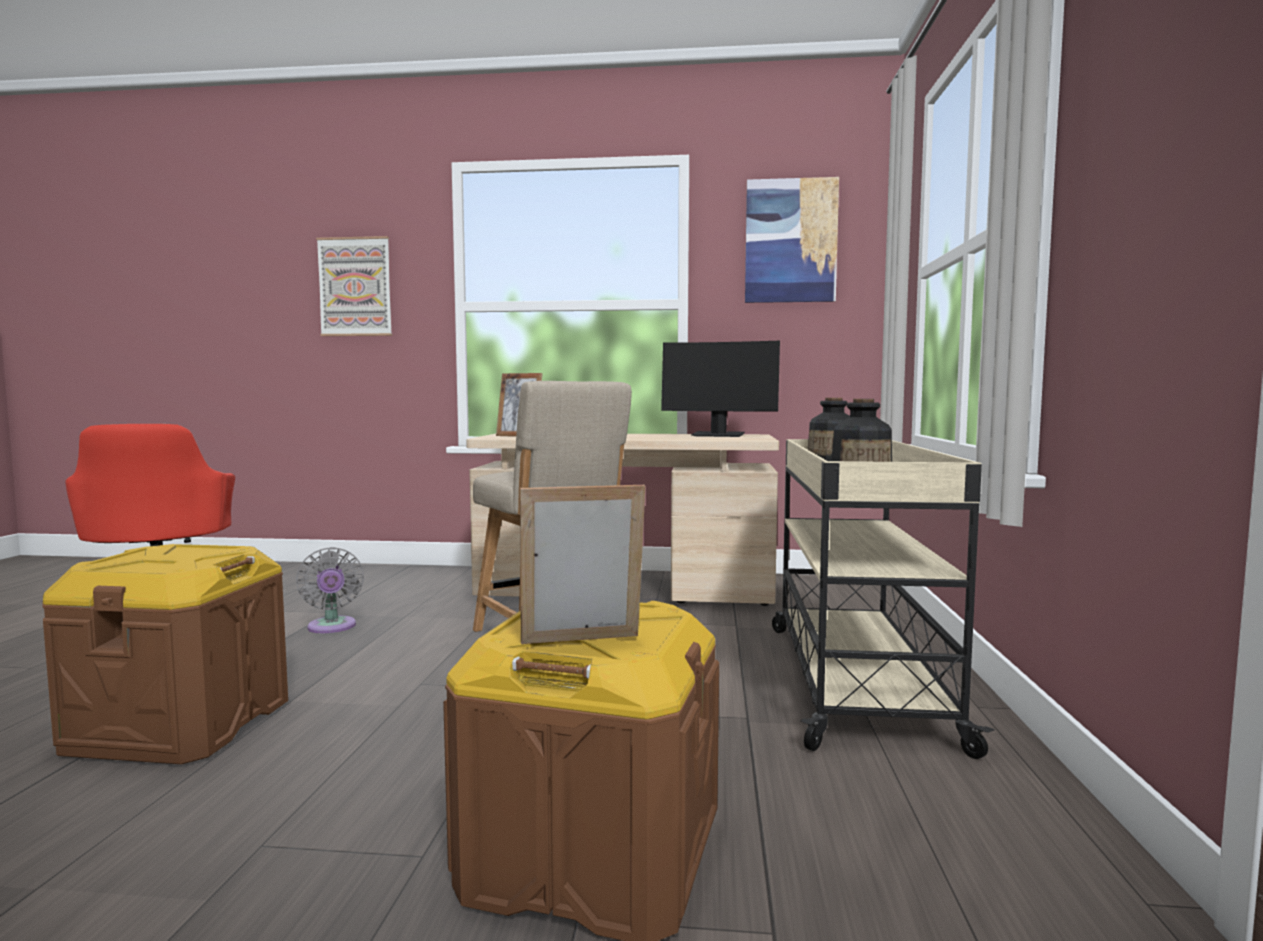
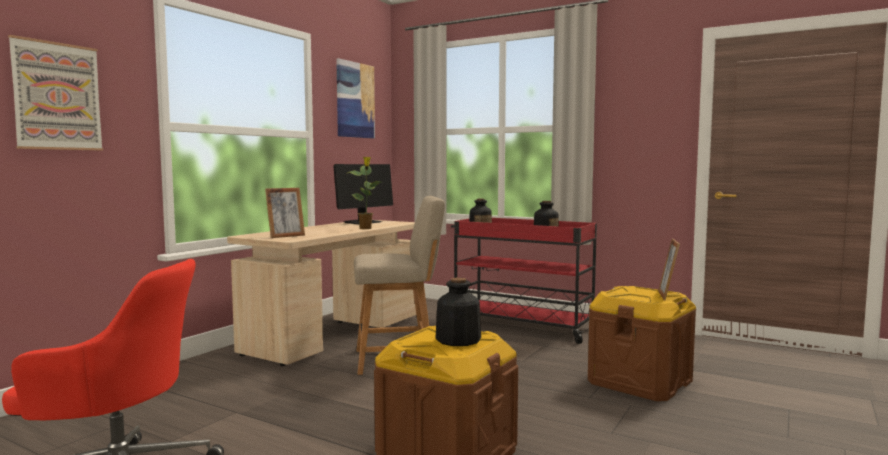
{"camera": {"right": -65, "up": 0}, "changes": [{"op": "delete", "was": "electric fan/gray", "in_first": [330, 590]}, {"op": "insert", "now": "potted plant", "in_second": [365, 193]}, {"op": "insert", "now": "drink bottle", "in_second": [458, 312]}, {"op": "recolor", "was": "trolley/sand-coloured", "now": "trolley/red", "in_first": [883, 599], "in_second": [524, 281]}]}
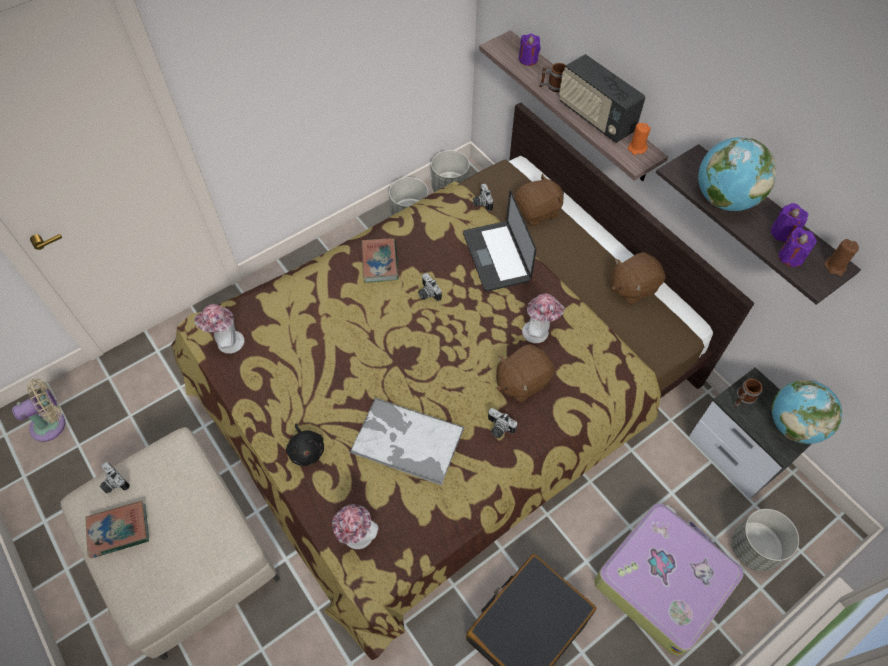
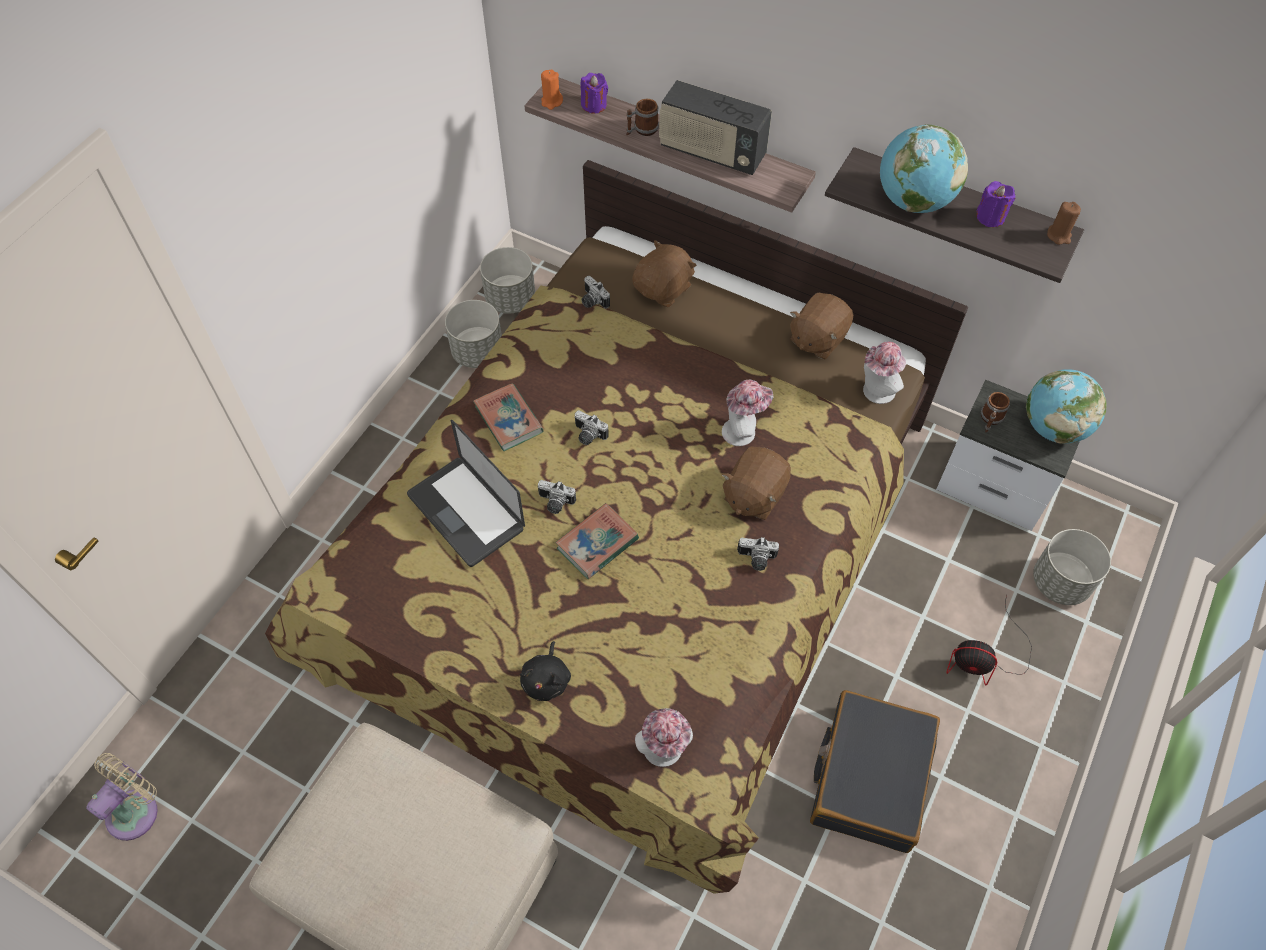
{"camera": {"right": -25, "up": 0}, "changes": [{"op": "delete", "was": "tray", "in_first": [406, 441]}, {"op": "delete", "was": "candle/purplish", "in_first": [798, 247]}, {"op": "move", "was": "book", "in_first": [117, 529], "in_second": [597, 541]}, {"op": "move", "was": "photo camera", "in_first": [114, 478], "in_second": [557, 497]}, {"op": "move", "was": "clothing hat", "in_first": [219, 329], "in_second": [884, 372]}, {"op": "move", "was": "portable computer", "in_first": [499, 241], "in_second": [466, 493]}, {"op": "move", "was": "candle/orange", "in_first": [639, 139], "in_second": [552, 89]}, {"op": "replace", "was": "travel case", "now": "electric fan", "in_first": [669, 579], "in_second": [989, 640]}, {"op": "rotate", "was": "soft toy/black", "in_first": [305, 444], "in_second": [545, 671], "clockwise": 60}]}
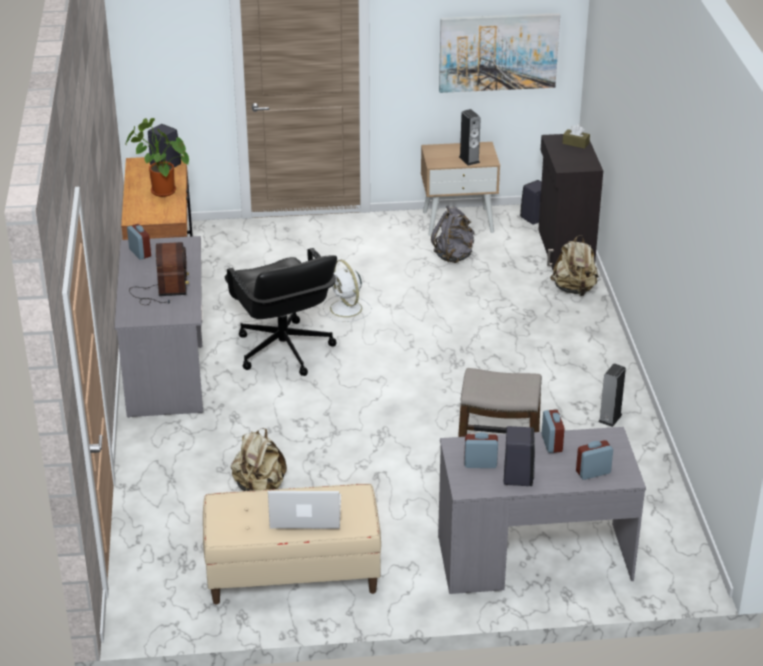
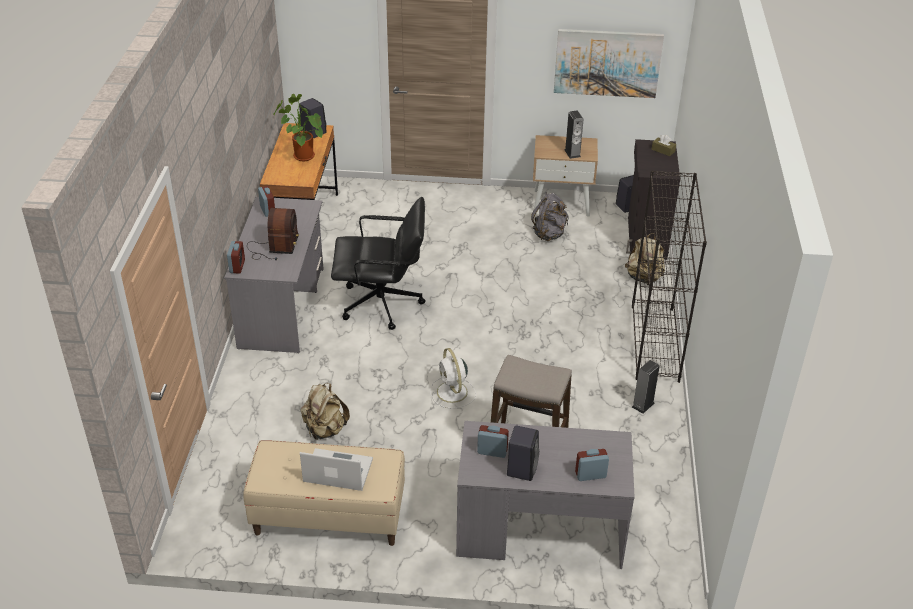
{"camera": {"right": 10, "up": 5}, "changes": [{"op": "insert", "now": "shelving unit/black", "in_second": [669, 277]}, {"op": "move", "was": "electric fan/white-coloured", "in_first": [347, 291], "in_second": [453, 378]}, {"op": "move", "was": "bedside clock", "in_first": [553, 431], "in_second": [236, 257]}, {"op": "rotate", "was": "desk chair/black", "in_first": [281, 312], "in_second": [378, 263], "clockwise": -75}]}
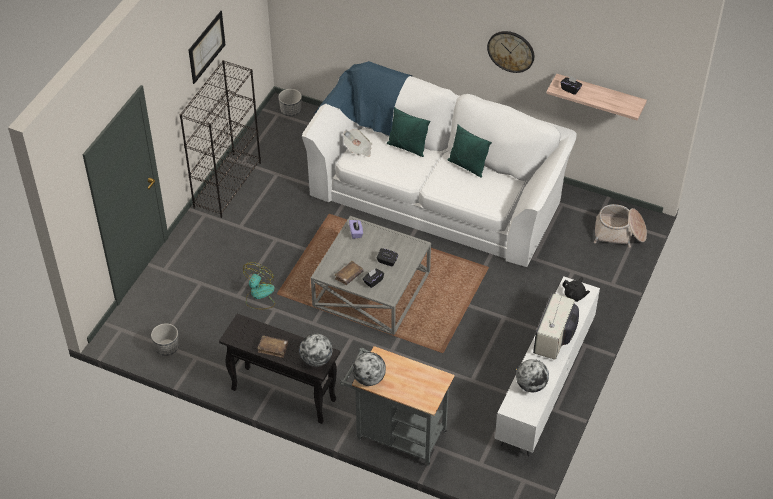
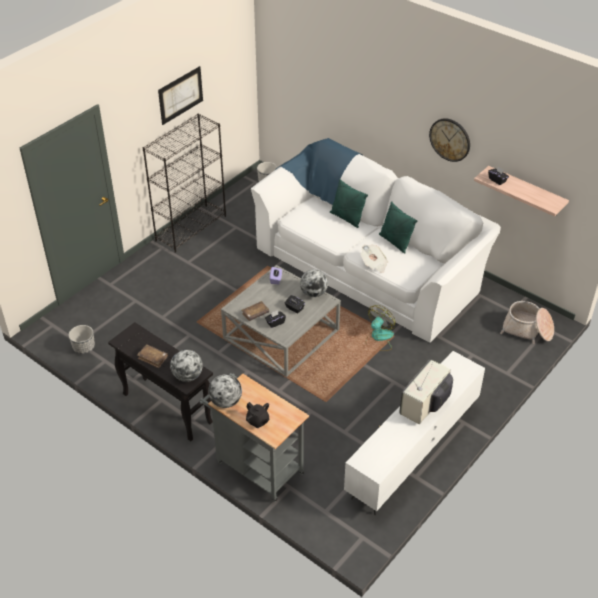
{"camera": {"right": 15, "up": -5}, "changes": [{"op": "move", "was": "electric fan", "in_first": [259, 286], "in_second": [380, 328]}, {"op": "move", "was": "daily paper", "in_first": [357, 143], "in_second": [375, 258]}, {"op": "move", "was": "globe", "in_first": [532, 375], "in_second": [314, 283]}, {"op": "move", "was": "teapot/black", "in_first": [576, 289], "in_second": [258, 415]}]}
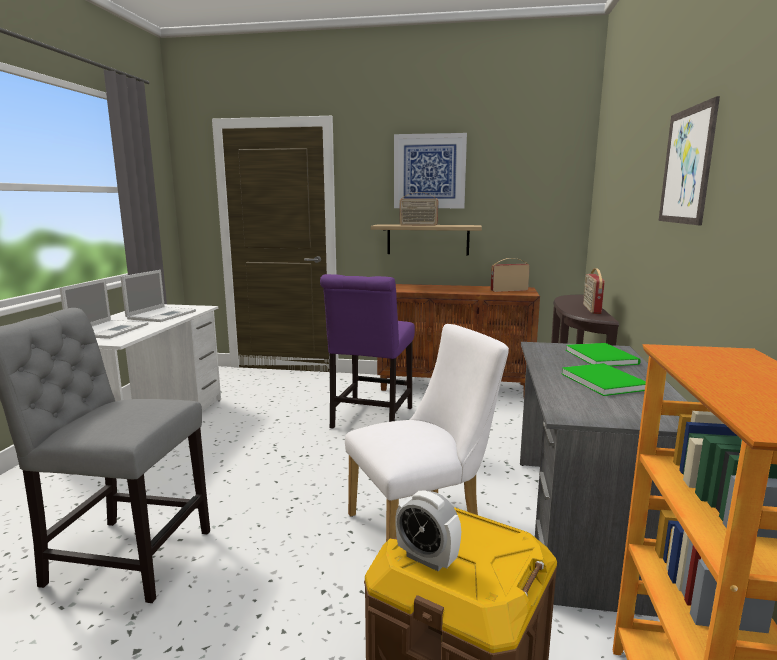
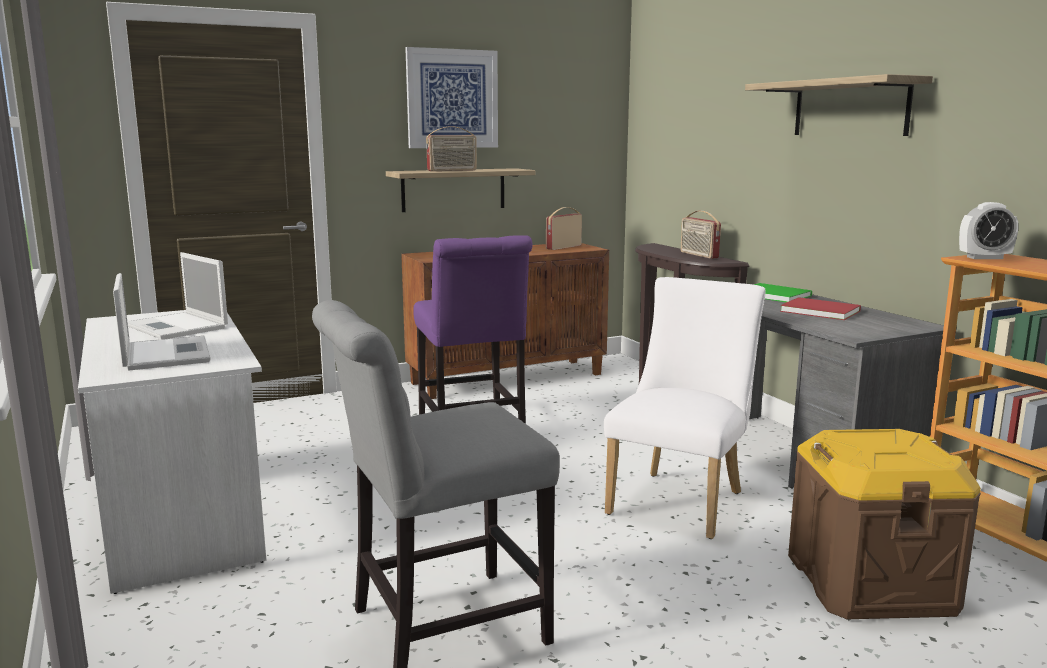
{"camera": {"right": -35, "up": 0}, "changes": [{"op": "move", "was": "bedside clock", "in_first": [428, 530], "in_second": [988, 230]}, {"op": "replace", "was": "picture", "now": "shelf", "in_first": [689, 160], "in_second": [839, 105]}, {"op": "recolor", "was": "book/greenish", "now": "book/red", "in_first": [603, 379], "in_second": [820, 308]}, {"op": "rotate", "was": "portable computer", "in_first": [158, 296], "in_second": [177, 295], "clockwise": 150}]}
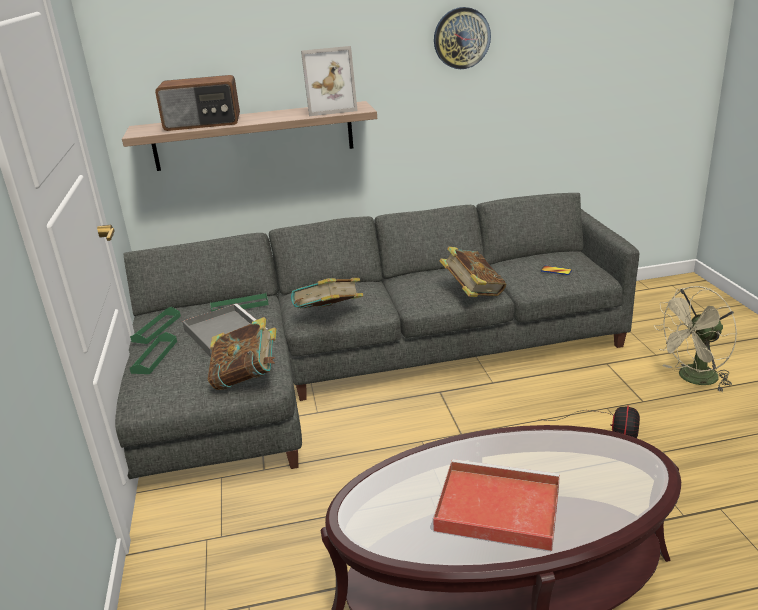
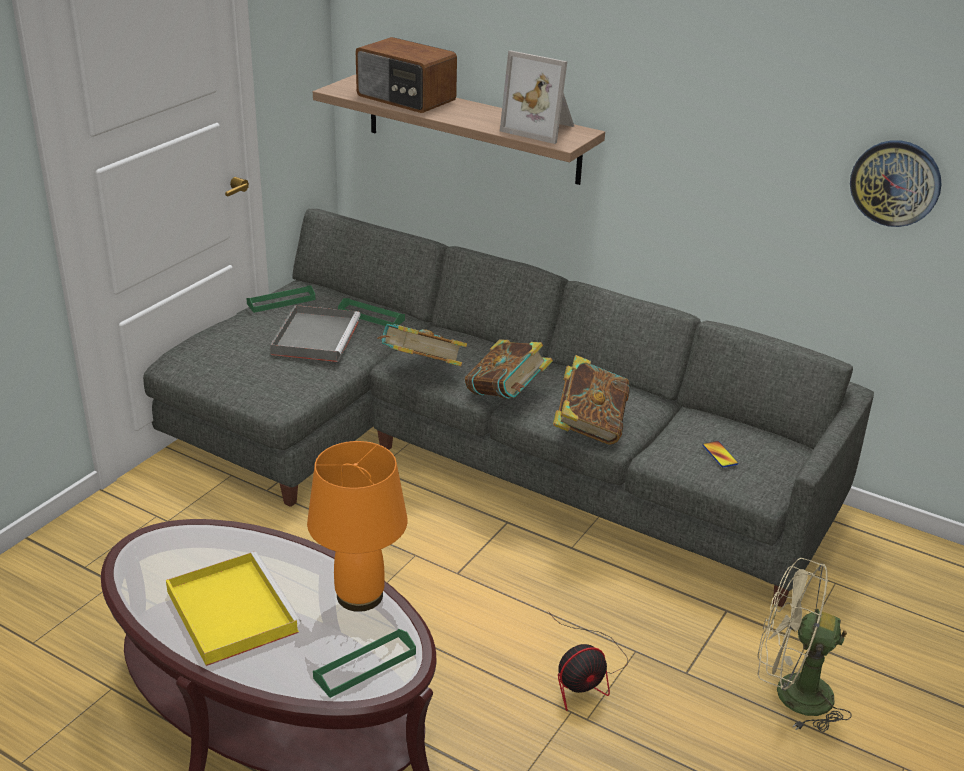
{"camera": {"right": 40, "up": 5}, "changes": [{"op": "insert", "now": "table lamp/orange", "in_second": [357, 526]}, {"op": "move", "was": "tray/greenish", "in_first": [153, 353], "in_second": [364, 663]}, {"op": "move", "was": "book", "in_first": [242, 353], "in_second": [509, 369]}, {"op": "move", "was": "clock on the wall", "in_first": [462, 38], "in_second": [896, 183]}, {"op": "recolor", "was": "tray/red", "now": "tray/yellow-coloured", "in_first": [496, 505], "in_second": [234, 609]}]}
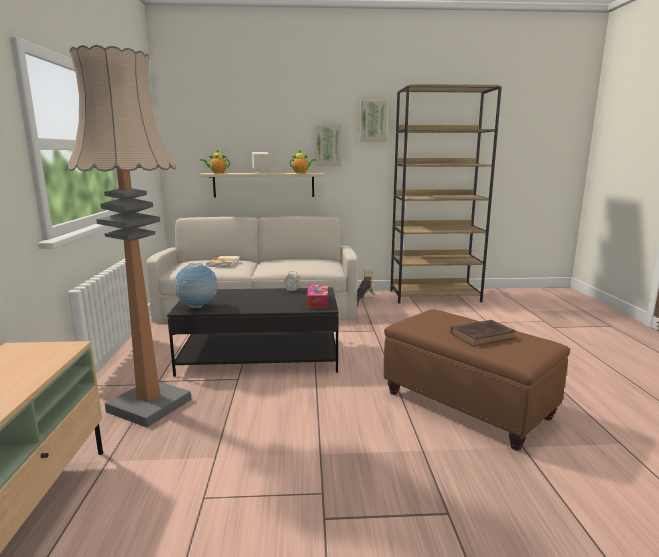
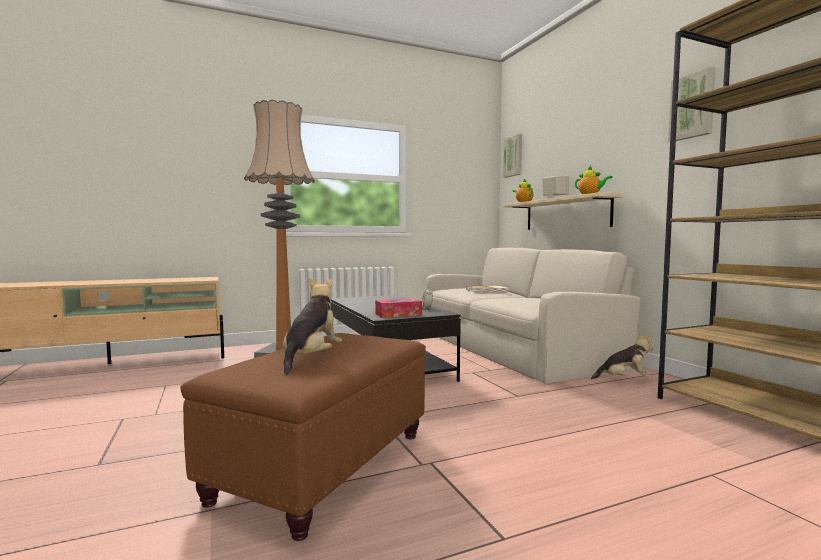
{"camera": {"right": 70, "up": -10}, "changes": [{"op": "delete", "was": "globe", "in_first": [196, 285]}, {"op": "move", "was": "picture", "in_first": [328, 145], "in_second": [512, 156]}, {"op": "replace", "was": "book/brown-coloured", "now": "soft toy", "in_first": [483, 333], "in_second": [312, 326]}]}
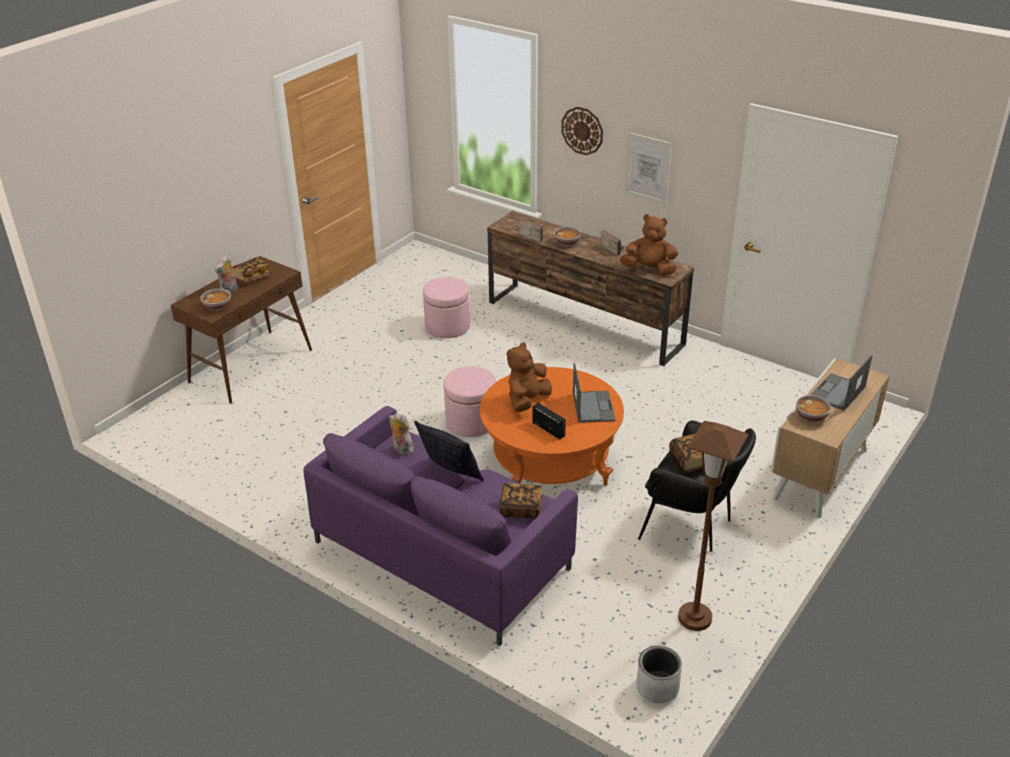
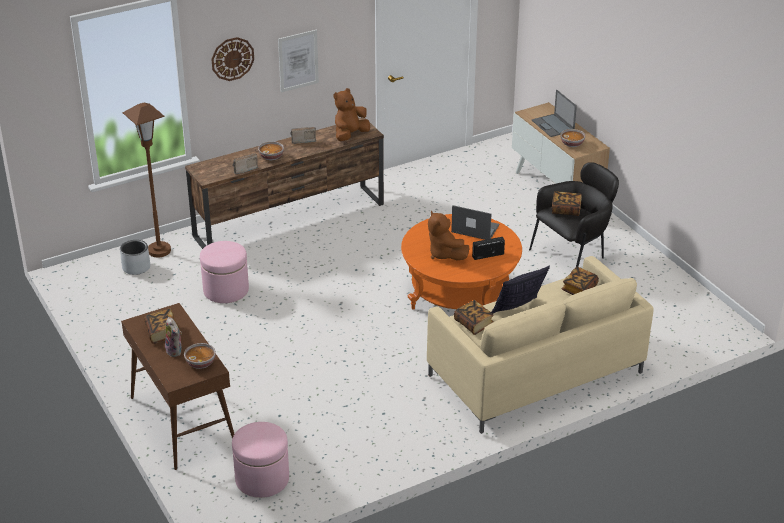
{"camera": {"right": -65, "up": 0}, "changes": [{"op": "move", "was": "ottoman/pinkish", "in_first": [469, 401], "in_second": [260, 460]}, {"op": "move", "was": "flower pot/gray", "in_first": [659, 674], "in_second": [135, 257]}, {"op": "move", "was": "standard lamp/brown-coloured", "in_first": [713, 526], "in_second": [147, 180]}, {"op": "replace", "was": "soft toy", "now": "book", "in_first": [401, 434], "in_second": [474, 317]}, {"op": "recolor", "was": "sofa/purplish", "now": "sofa/sand-coloured", "in_first": [441, 526], "in_second": [540, 345]}]}
